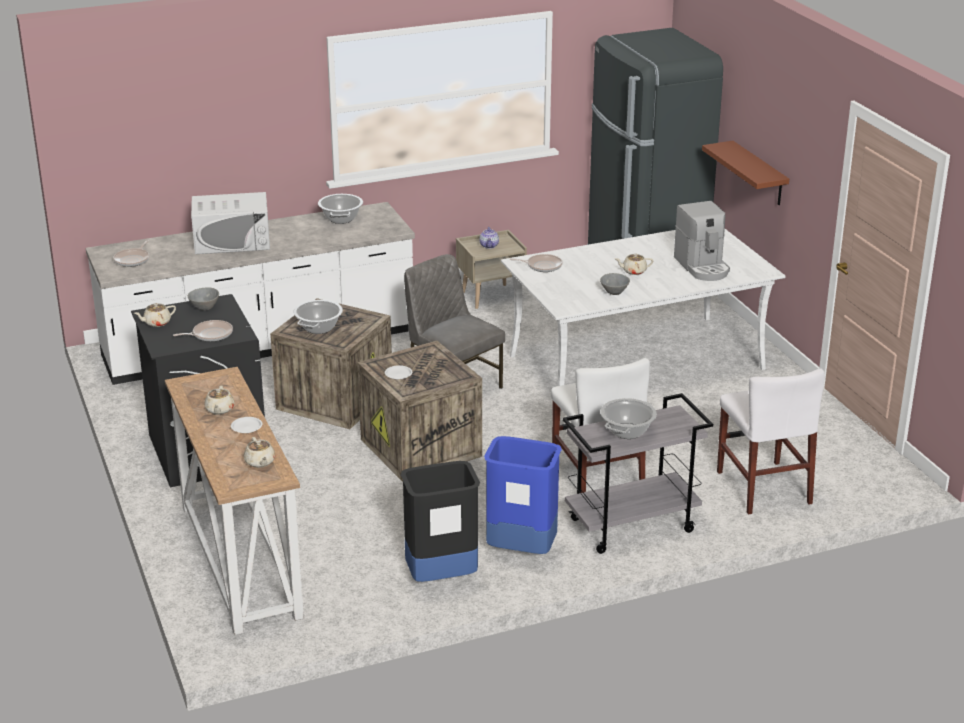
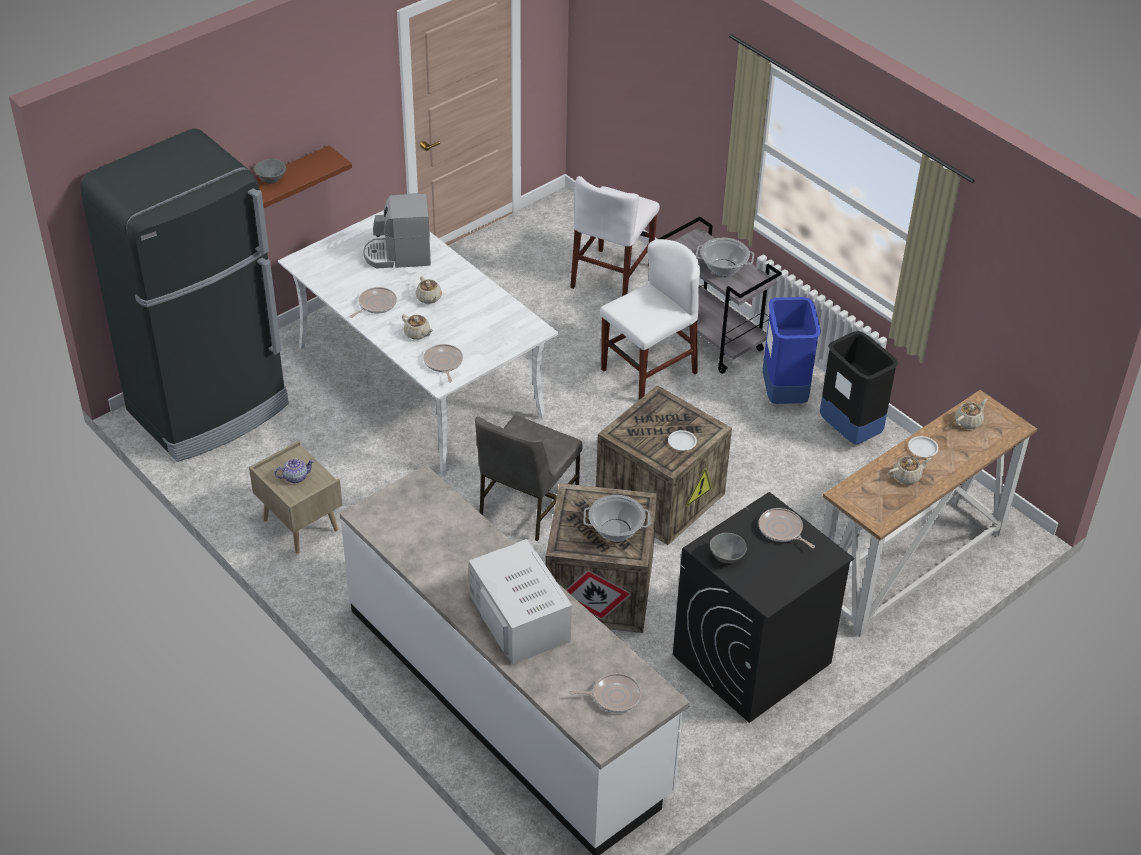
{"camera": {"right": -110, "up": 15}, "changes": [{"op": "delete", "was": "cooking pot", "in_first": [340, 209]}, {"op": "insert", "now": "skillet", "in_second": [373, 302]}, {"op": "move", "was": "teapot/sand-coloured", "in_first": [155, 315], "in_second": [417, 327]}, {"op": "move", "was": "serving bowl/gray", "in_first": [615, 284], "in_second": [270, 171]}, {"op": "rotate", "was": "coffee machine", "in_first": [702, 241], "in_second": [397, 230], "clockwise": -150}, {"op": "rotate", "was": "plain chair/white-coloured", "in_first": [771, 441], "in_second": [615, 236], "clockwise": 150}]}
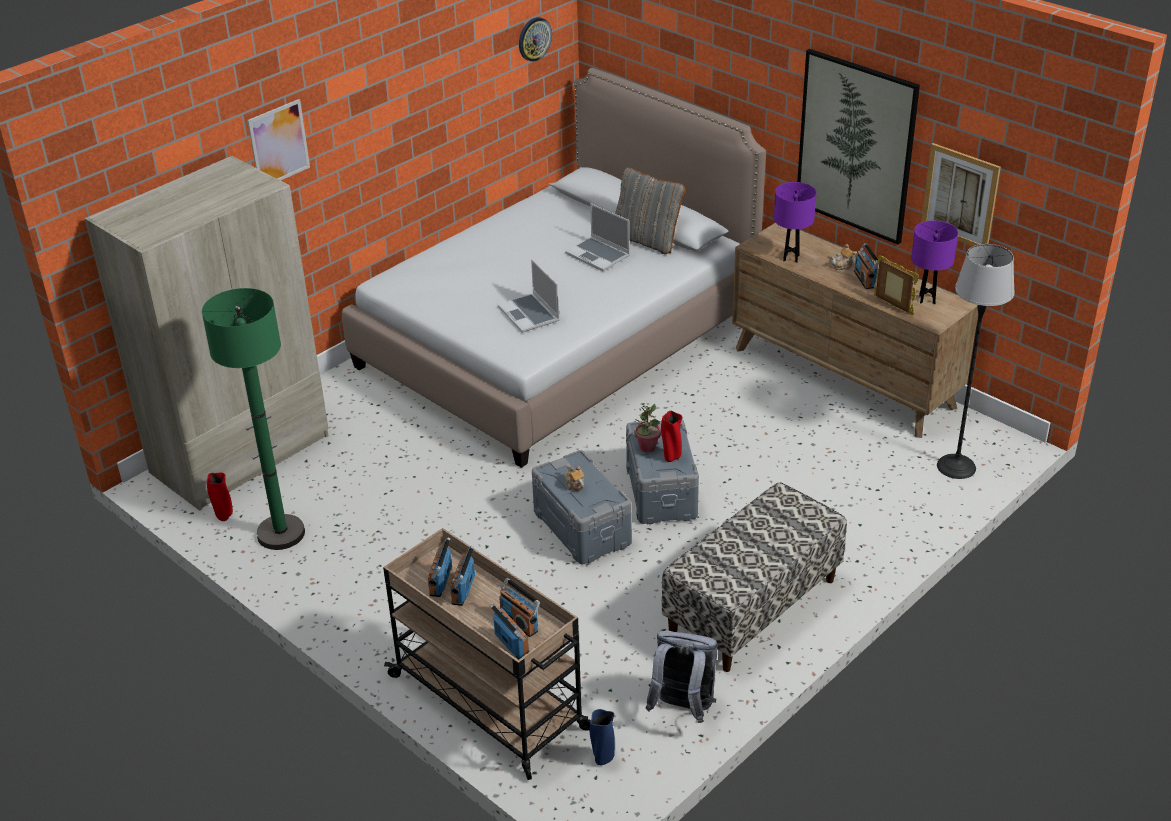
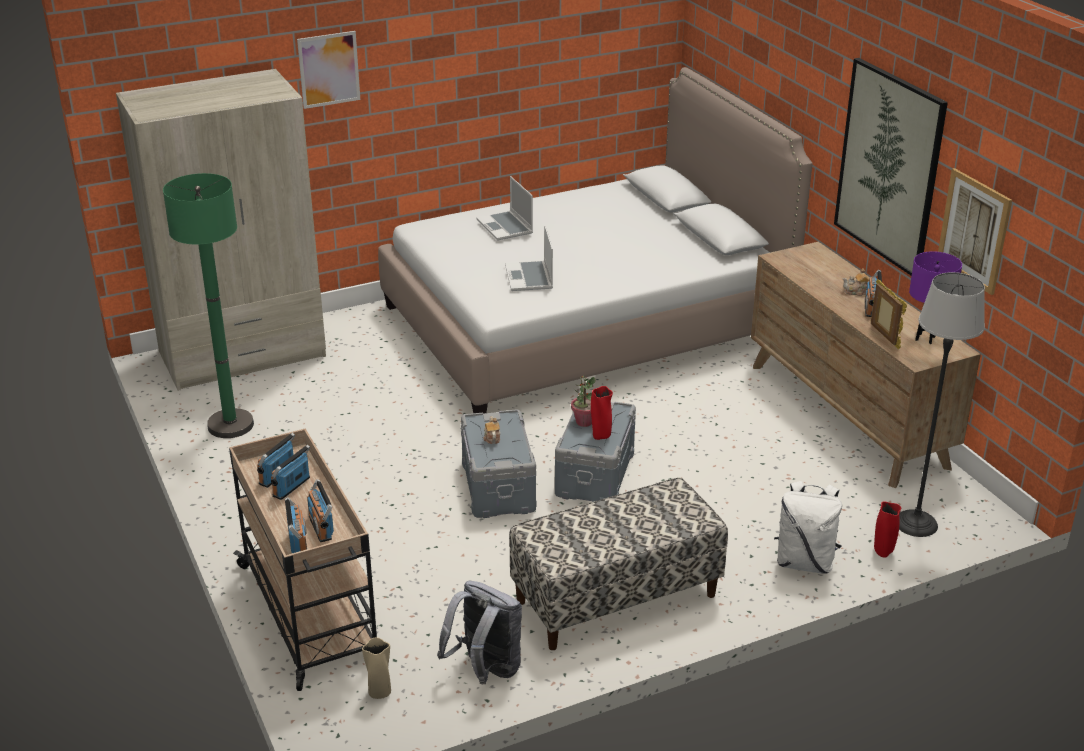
{"camera": {"right": 20, "up": -5}, "changes": [{"op": "delete", "was": "clock on the wall", "in_first": [535, 39]}, {"op": "delete", "was": "cushion/gray", "in_first": [650, 210]}, {"op": "delete", "was": "table lamp/purplish", "in_first": [795, 222]}, {"op": "insert", "now": "rucksack/white-coloured", "in_second": [808, 527]}, {"op": "move", "was": "decorative vase/red", "in_first": [220, 496], "in_second": [887, 529]}, {"op": "move", "was": "portable computer", "in_first": [597, 237], "in_second": [504, 208]}, {"op": "recolor", "was": "decorative vase/blue", "now": "decorative vase/sand-coloured", "in_first": [602, 737], "in_second": [376, 668]}]}
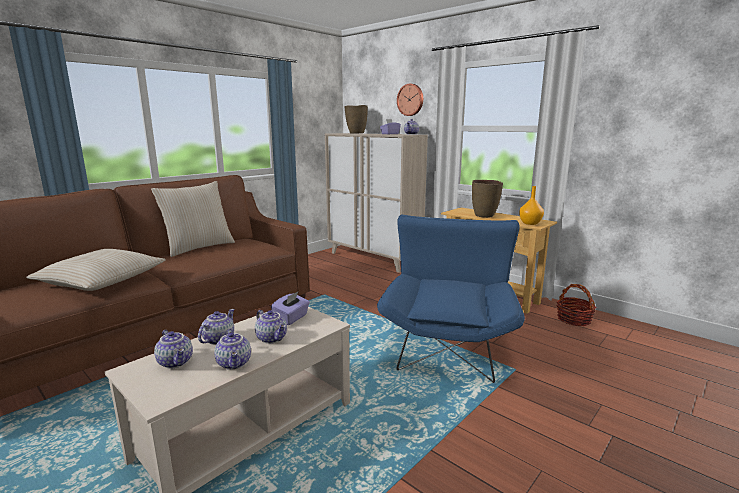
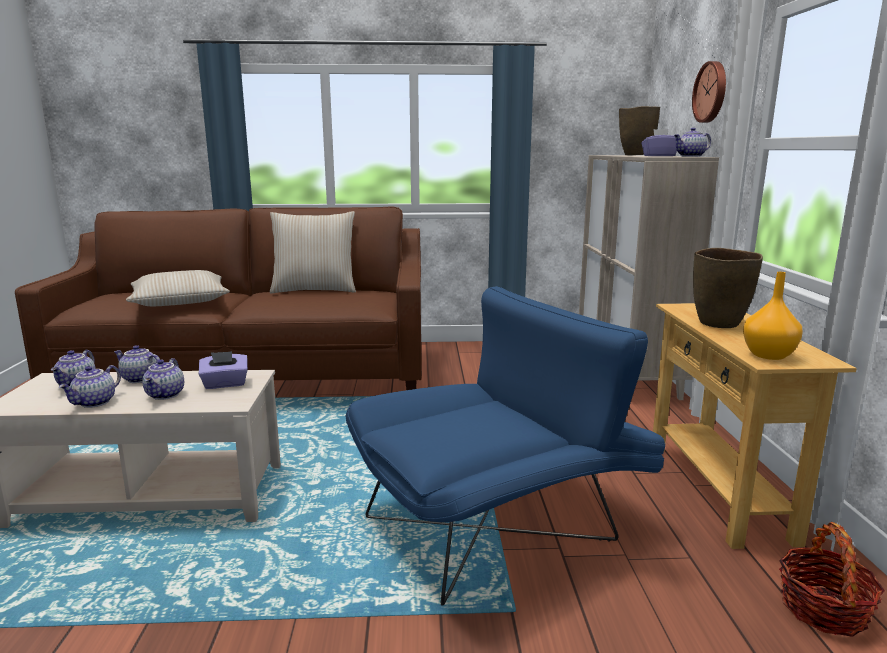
{"camera": {"right": 45, "up": 0}, "changes": [{"op": "rotate", "was": "teapot", "in_first": [216, 327], "in_second": [137, 364], "clockwise": -135}]}
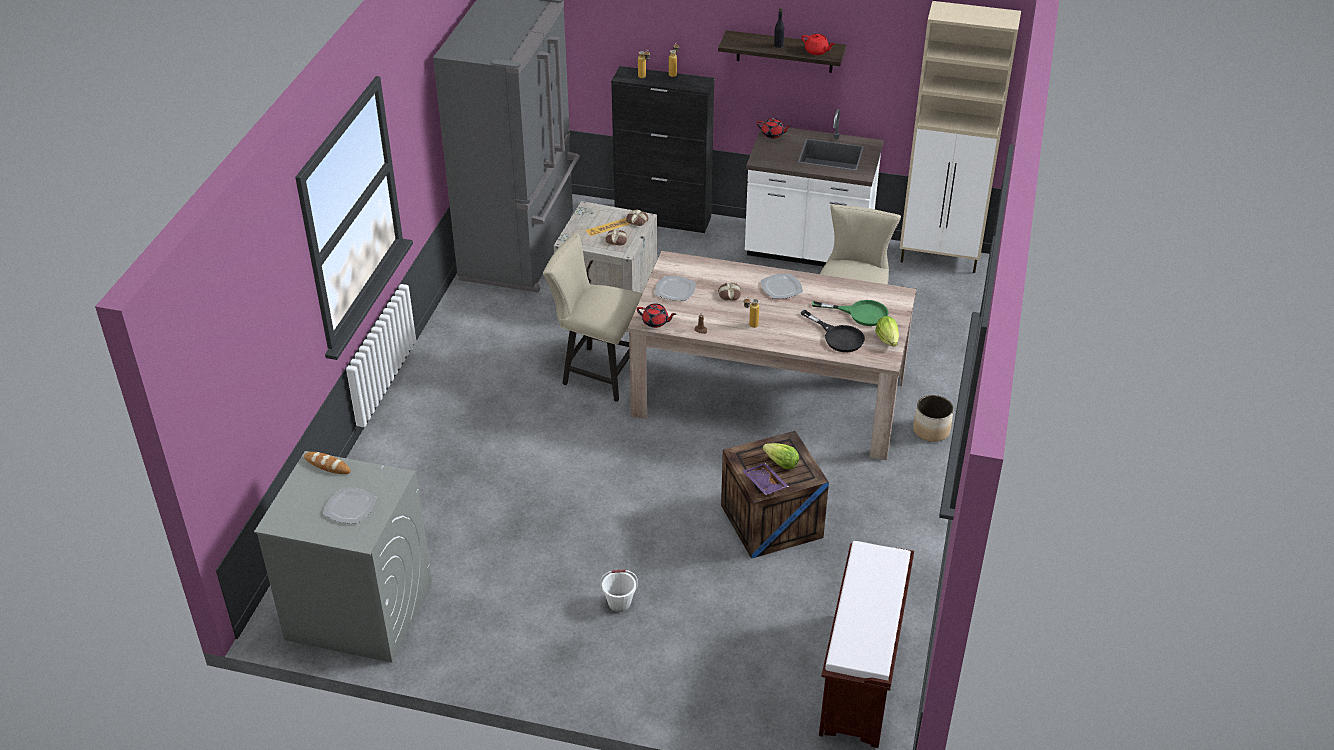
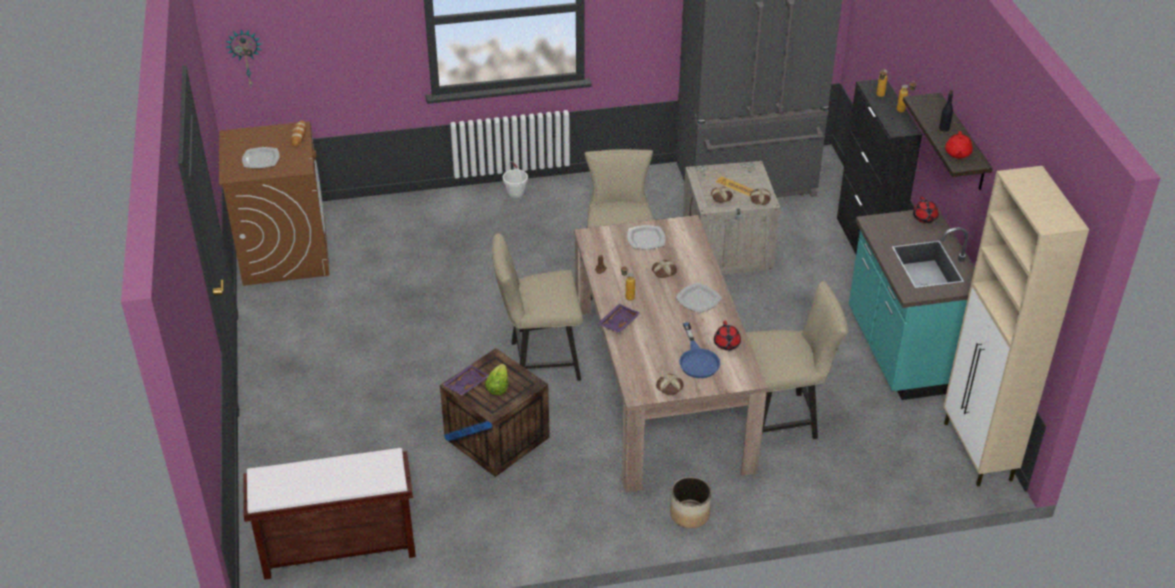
{"camera": {"right": 65, "up": 0}, "changes": [{"op": "delete", "was": "skillet/black", "in_first": [833, 331]}, {"op": "insert", "now": "clock on the wall", "in_second": [243, 58]}, {"op": "insert", "now": "plain chair/sand-coloured", "in_second": [537, 307]}, {"op": "insert", "now": "tray/purplish", "in_second": [618, 318]}, {"op": "move", "was": "pail/white-coloured", "in_first": [619, 591], "in_second": [515, 180]}, {"op": "move", "was": "teapot/red", "in_first": [656, 315], "in_second": [727, 336]}, {"op": "replace", "was": "lettuce", "now": "bakery bread", "in_first": [887, 331], "in_second": [670, 384]}, {"op": "recolor", "was": "laundry machine/gray", "now": "laundry machine/brown-coloured", "in_first": [343, 557], "in_second": [274, 203]}, {"op": "recolor", "was": "kitchen counter/white-coloured", "now": "kitchen counter/blue-green", "in_first": [814, 188], "in_second": [912, 303]}, {"op": "recolor", "was": "skillet/greenish", "now": "skillet/blue", "in_first": [850, 313], "in_second": [699, 350]}]}
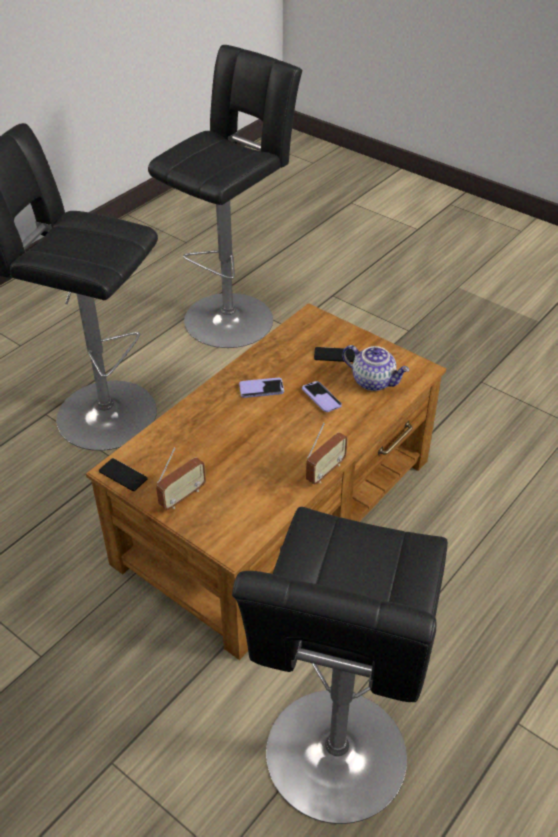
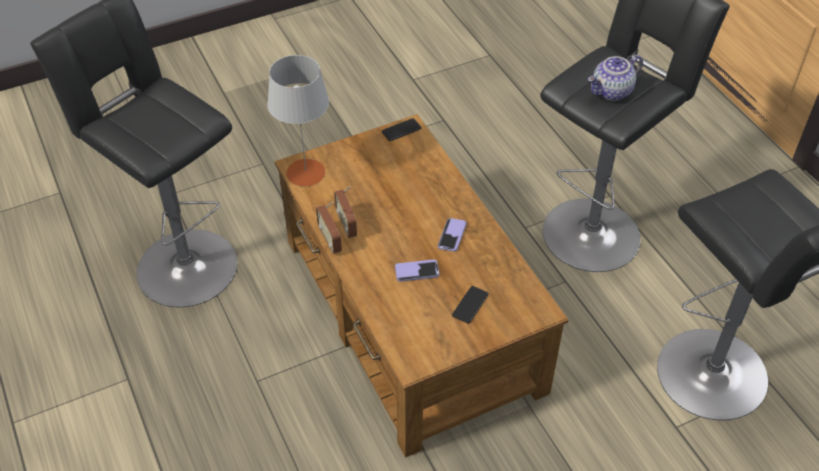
{"camera": {"right": 115, "up": 5}, "changes": [{"op": "insert", "now": "table lamp/gray", "in_second": [298, 121]}, {"op": "move", "was": "radio", "in_first": [181, 479], "in_second": [345, 212]}, {"op": "move", "was": "teapot", "in_first": [376, 368], "in_second": [615, 78]}]}
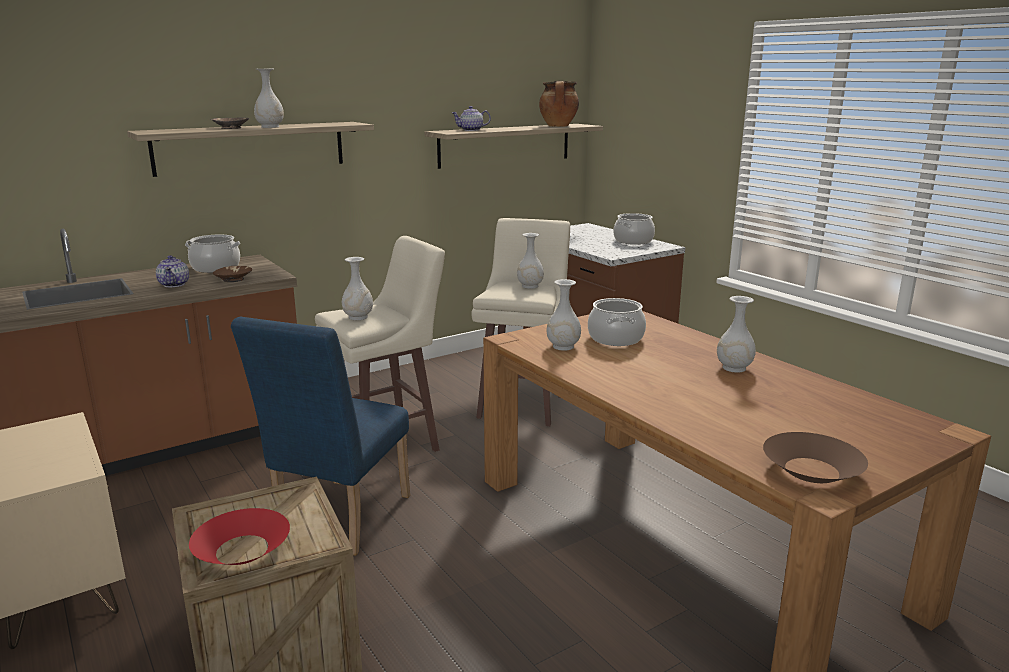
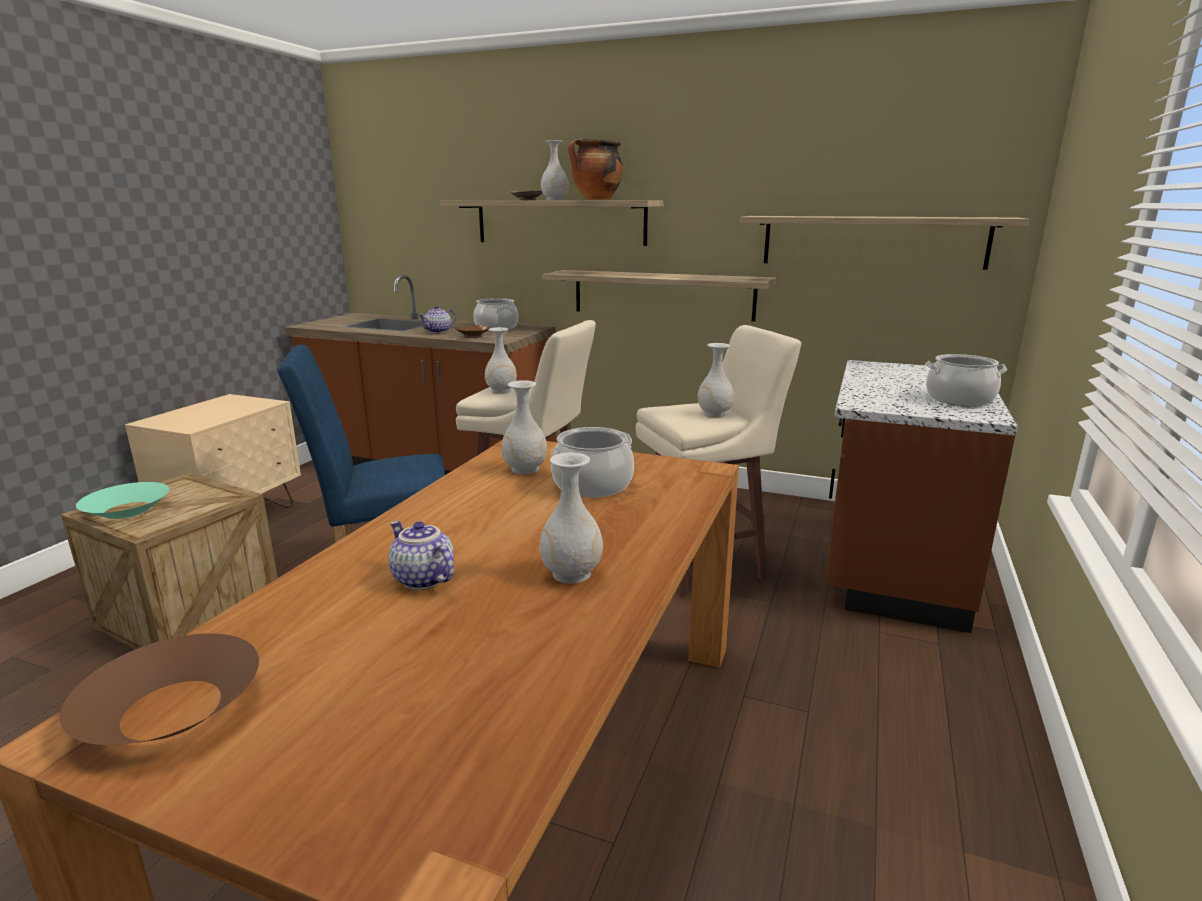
{"camera": {"right": 55, "up": 0}, "changes": [{"op": "insert", "now": "shelf", "in_second": [658, 296]}, {"op": "move", "was": "teapot", "in_first": [471, 118], "in_second": [421, 555]}, {"op": "move", "was": "cooking pot", "in_first": [559, 104], "in_second": [595, 169]}, {"op": "recolor", "was": "serving bowl/red", "now": "serving bowl/blue-green", "in_first": [239, 536], "in_second": [122, 500]}]}
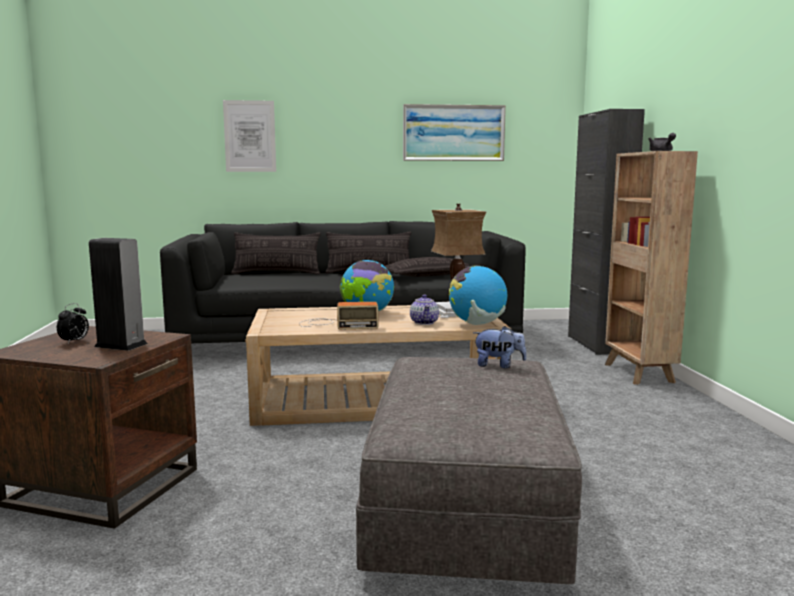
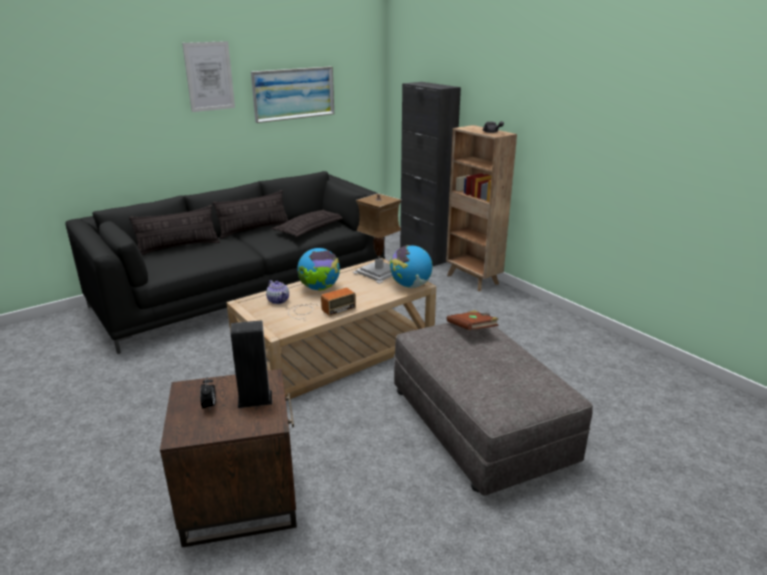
{"camera": {"right": -30, "up": 15}, "changes": [{"op": "move", "was": "picture", "in_first": [249, 136], "in_second": [208, 76]}, {"op": "move", "was": "teapot", "in_first": [424, 310], "in_second": [277, 292]}, {"op": "replace", "was": "soft toy", "now": "book/brown-coloured", "in_first": [500, 347], "in_second": [472, 320]}]}
